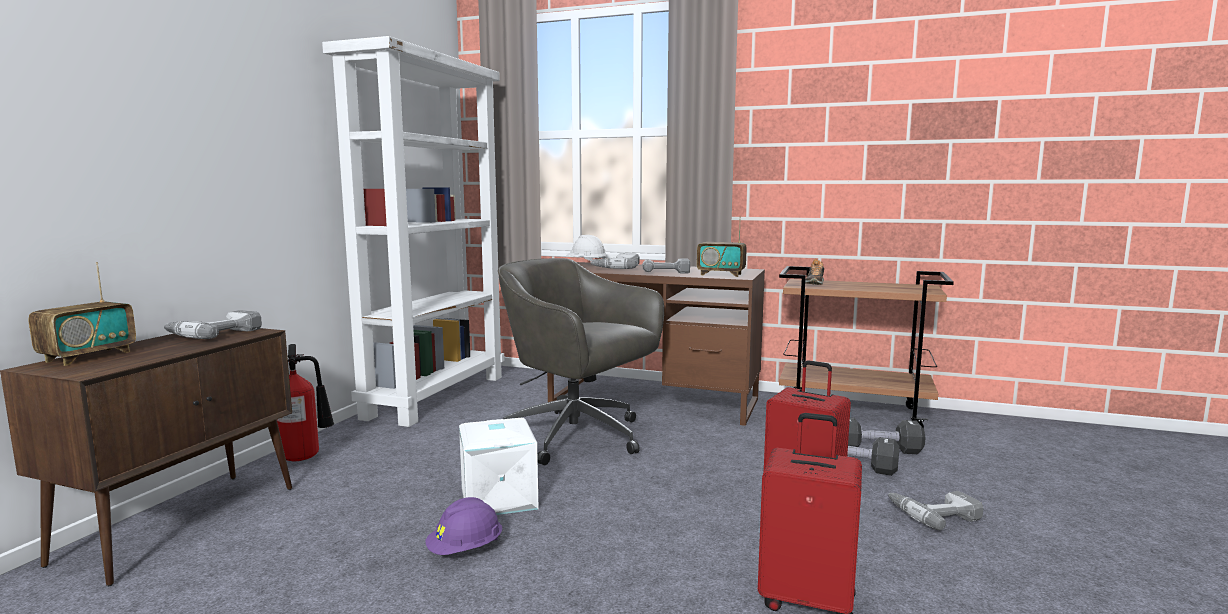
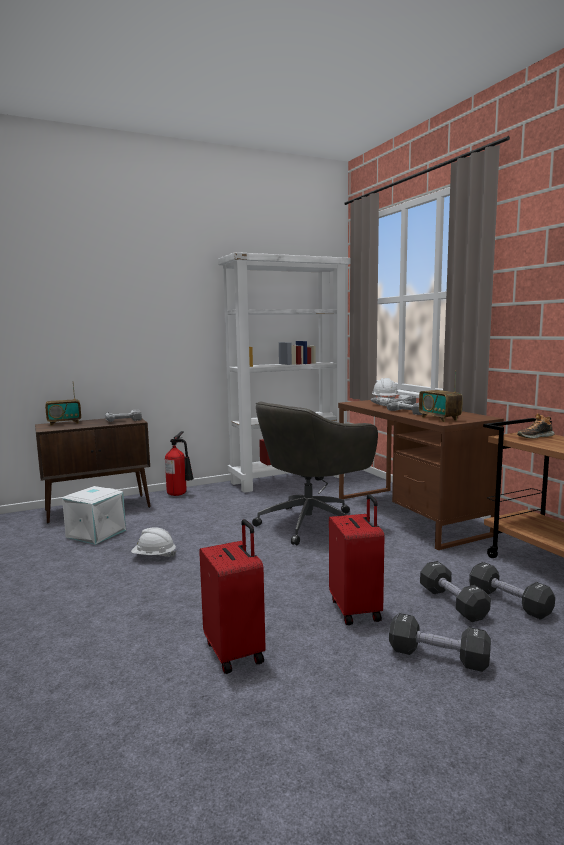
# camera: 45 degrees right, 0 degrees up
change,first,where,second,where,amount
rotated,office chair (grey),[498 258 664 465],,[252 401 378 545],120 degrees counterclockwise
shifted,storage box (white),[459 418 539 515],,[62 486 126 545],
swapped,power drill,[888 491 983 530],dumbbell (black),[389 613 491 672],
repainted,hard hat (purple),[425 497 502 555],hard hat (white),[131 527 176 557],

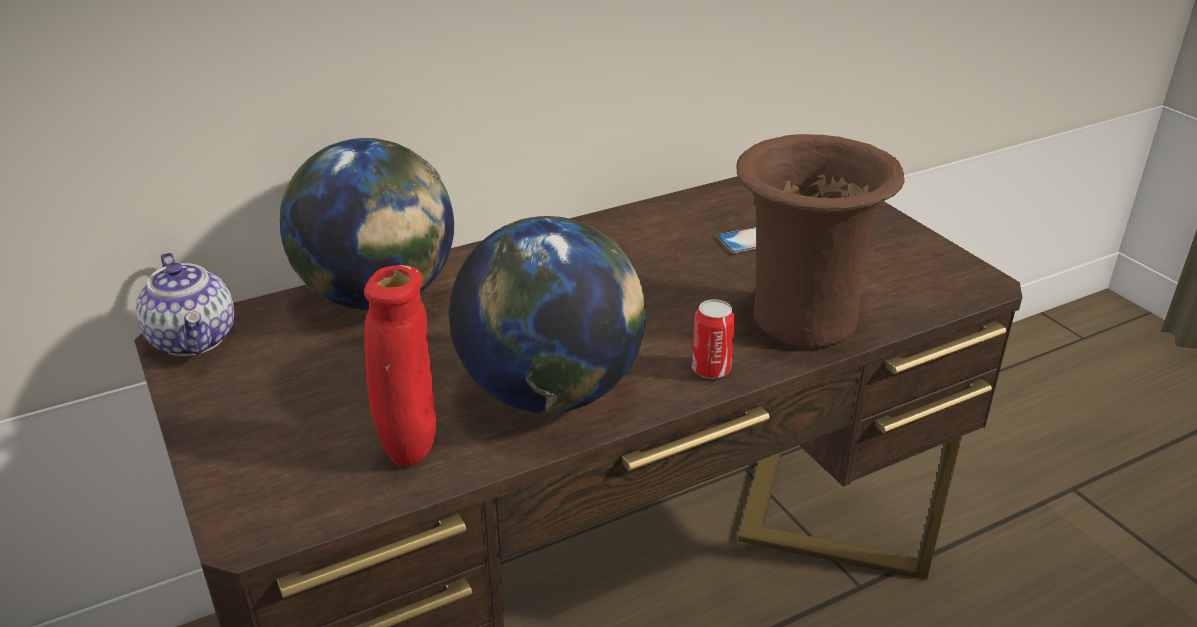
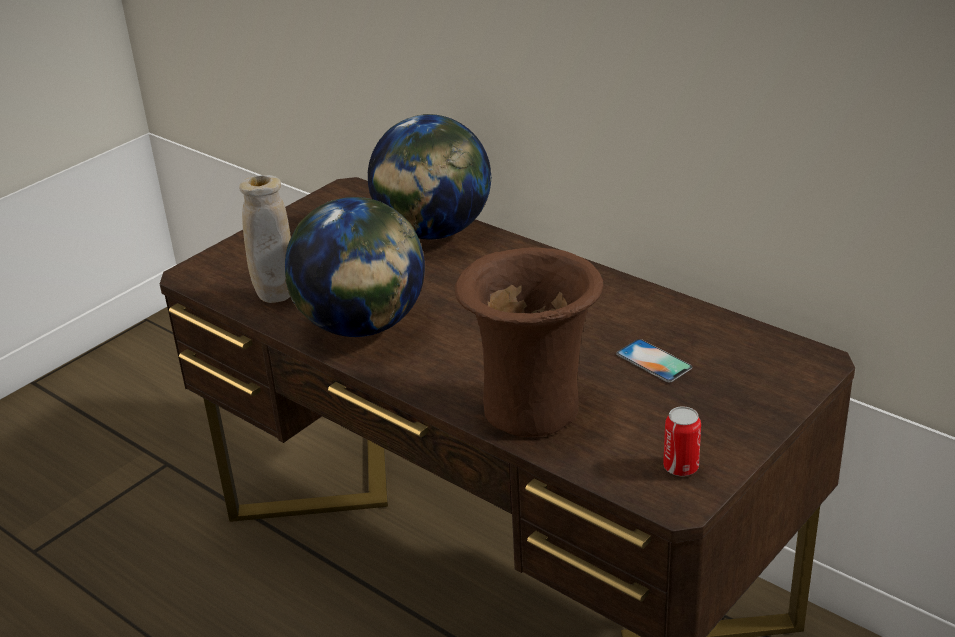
# camera: 70 degrees right, 0 degrees up
change,first,where,second,where,amount
gone,teapot,[136 252 235 356],,,
repainted,vase (red),[364 265 436 466],vase (beige),[239 175 291 303],
shifted,can,[692 299 735 379],,[663 406 701 476],

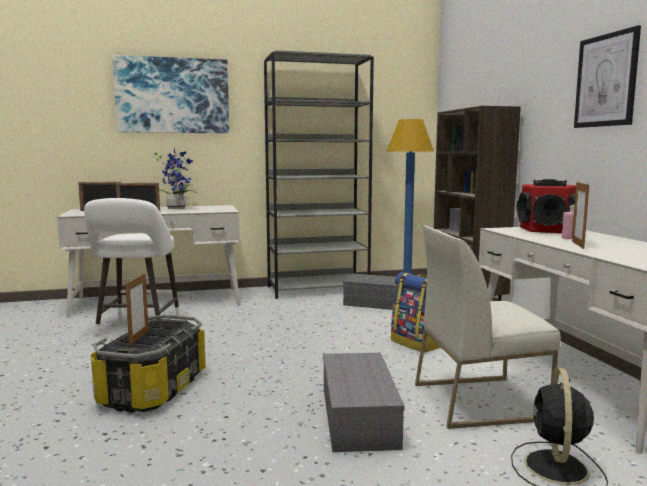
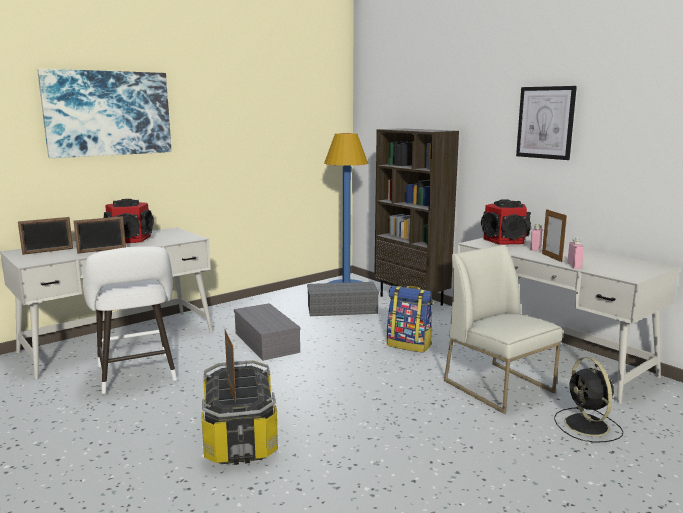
# camera: 25 degrees left, 5 degrees up
change,first,where,second,where,amount
gone,bookcase (grey),[264 50 374 299],,,
swapped,potted plant,[152 148 197 209],speaker,[104 199 154 243],
rotated,chair (white),[415 225 561 429],,[444 245 563 414],90 degrees clockwise
shifted,storage box (grey),[323 353 405 452],,[234 303 300 361],
new,,,bottle (pink),[567 238 584 269],

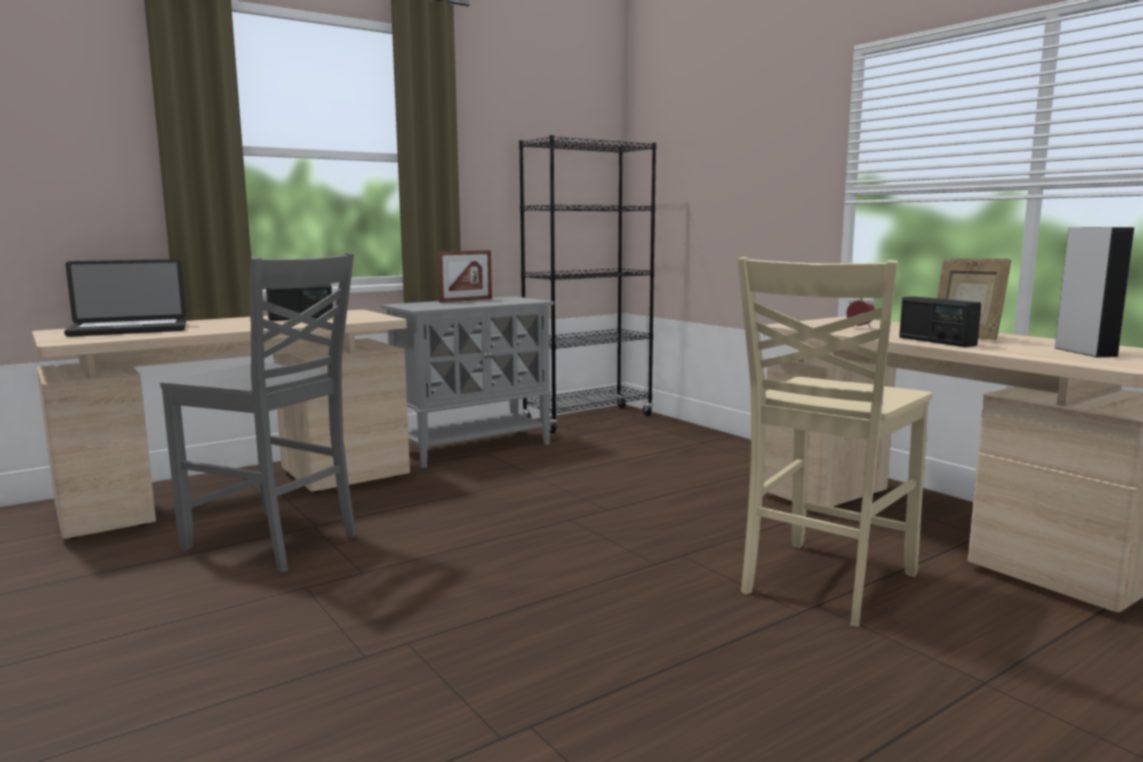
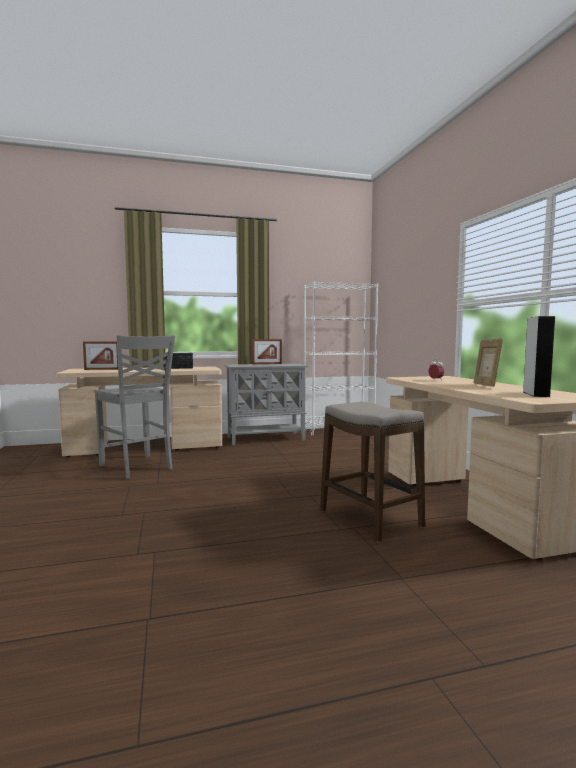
# camera: 20 degrees right, 5 degrees down
change,first,where,second,where,amount
repainted,bookcase (black),[519 135 656 433],bookcase (white),[304 281 378 436],
swapped,chair (beige),[737 257 932 627],stool,[320 402 425 542],
swapped,laptop,[64 259 186 337],picture frame,[83 342 118 370],
gone,radio,[899 296 981 347],,,

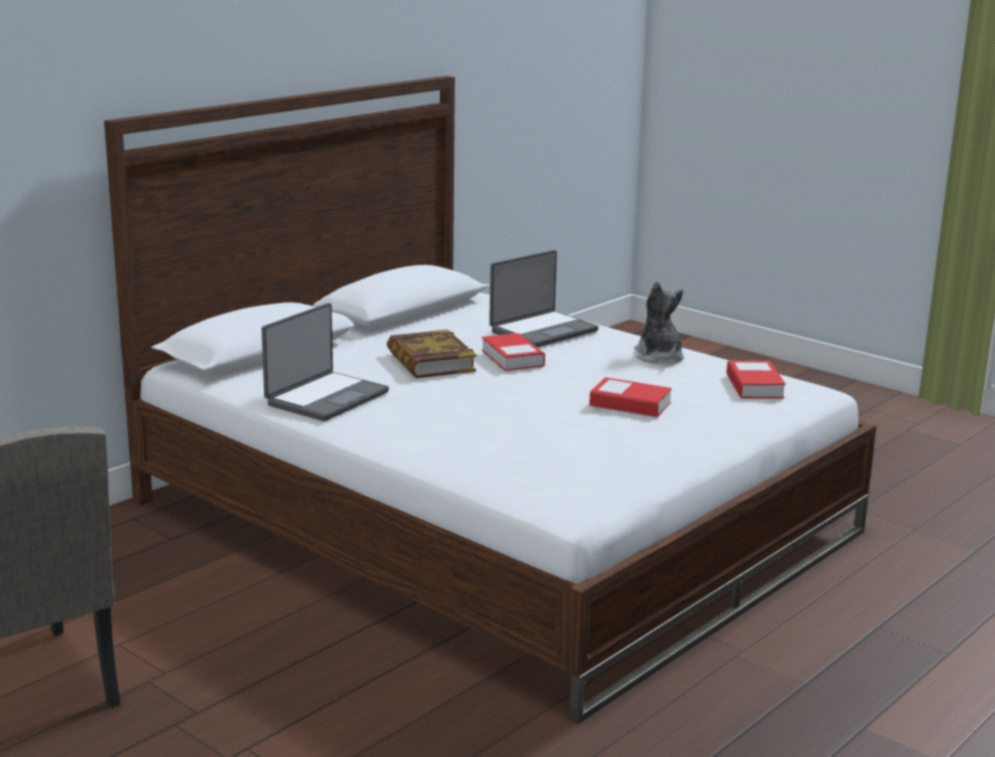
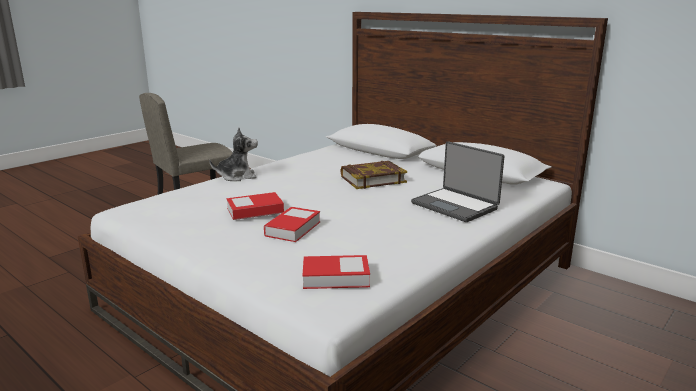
# camera: 90 degrees right, 0 degrees up
change,first,where,second,where,amount
shifted,plush toy,[634 281 684 363],,[209 128 258 181],
gone,laptop,[262 303 389 421],,,
shifted,book,[482 333 545 371],,[226 192 284 220],

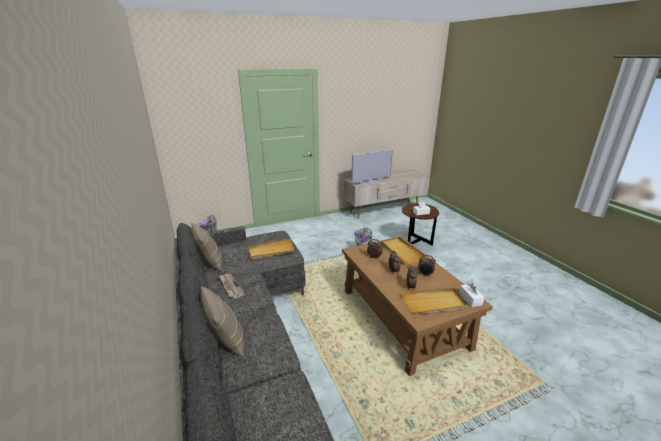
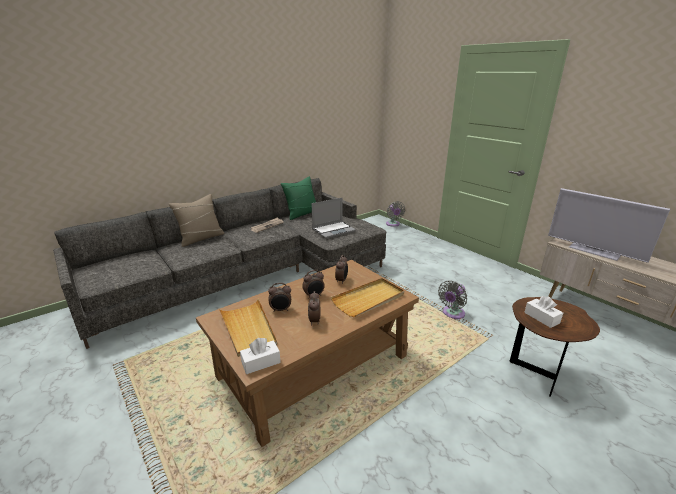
# camera: 75 degrees right, 0 degrees up
change,first,where,second,where,amount
repainted,pillow (beige),[191 222 222 272],pillow (green),[281 176 316 220],
swapped,tray (beige),[248 239 295 259],laptop,[312 198 356 239],

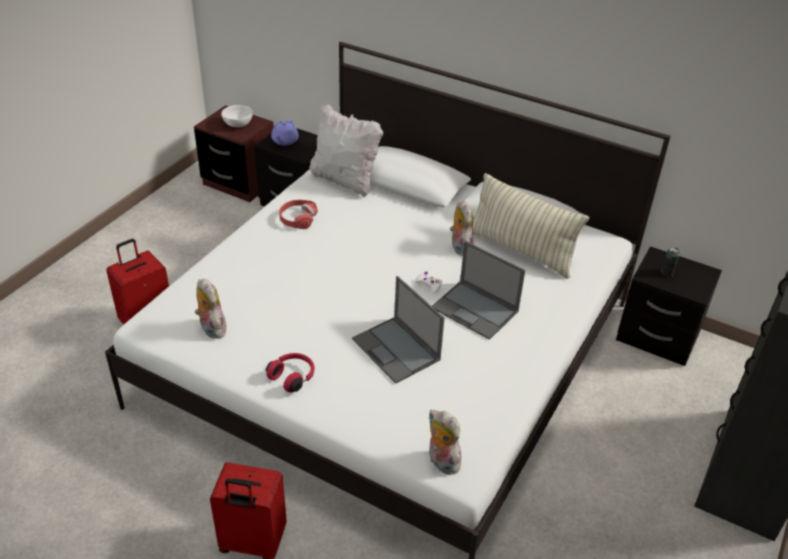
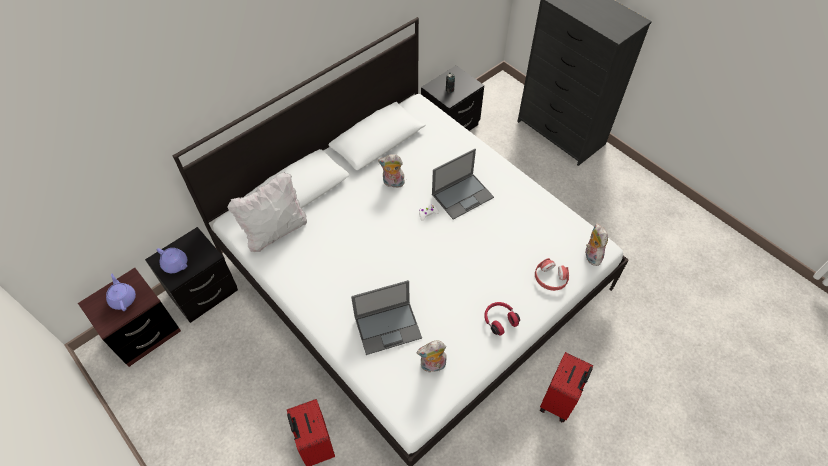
# camera: 70 degrees left, 15 degrees up
change,first,where,second,where,amount
swapped,bowl (white),[221 105 253 127],teapot (purple),[106 274 136 311],
gone,pillow,[473 173 589 279],,,
shifted,headphones (red),[279 200 318 229],,[535 258 569 291],
shifted,laptop,[352 276 444 383],,[351 280 422 355],
rotated,plush toy,[429 410 461 475],,[585 223 608 266],105 degrees clockwise

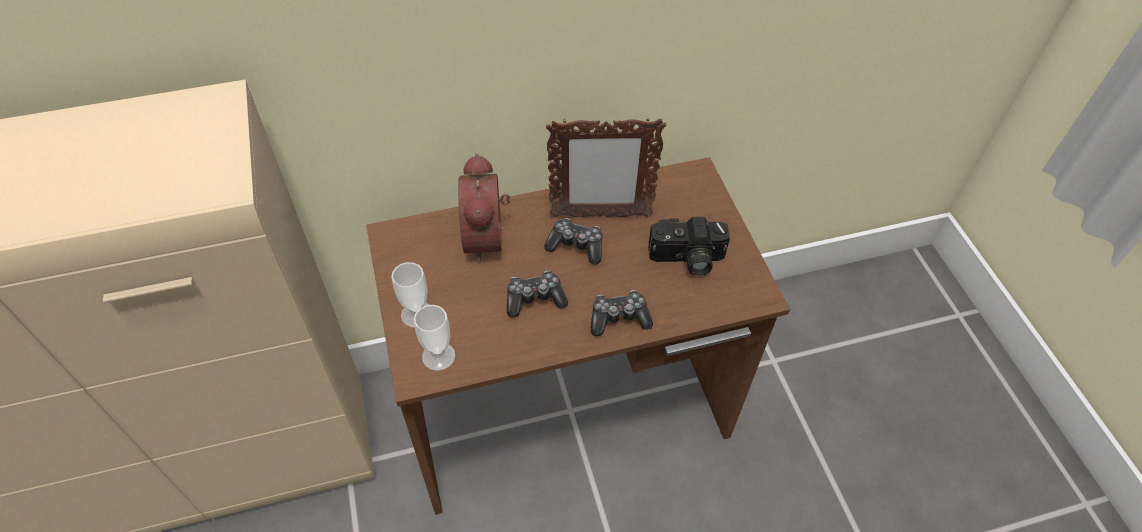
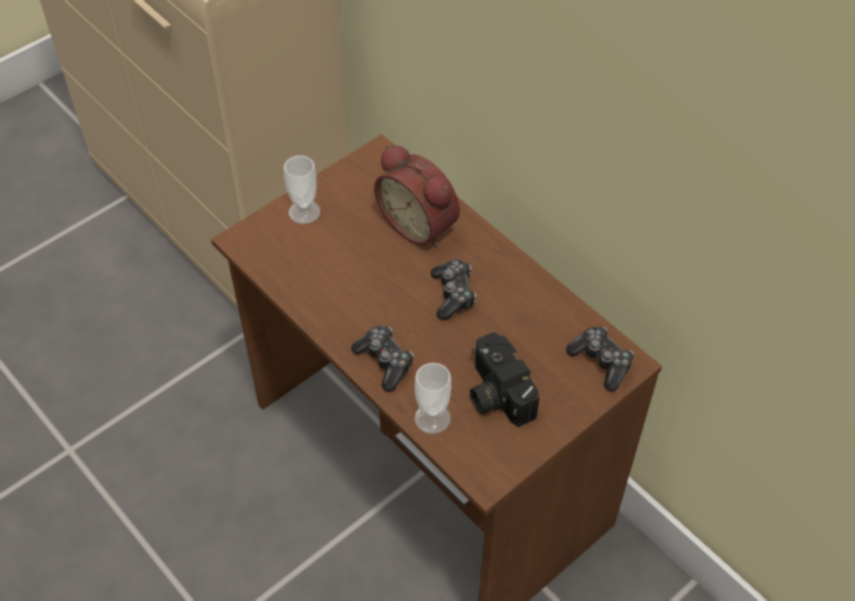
# camera: 65 degrees right, 0 degrees up
change,first,where,second,where,amount
gone,picture frame,[546 117 666 218],,,
rotated,alarm clock,[458 153 510 263],,[374 145 460 248],105 degrees counterclockwise
shifted,game controller,[507 271 568 318],,[566 326 634 391],
shifted,cup,[414 305 455 371],,[414 363 451 434],

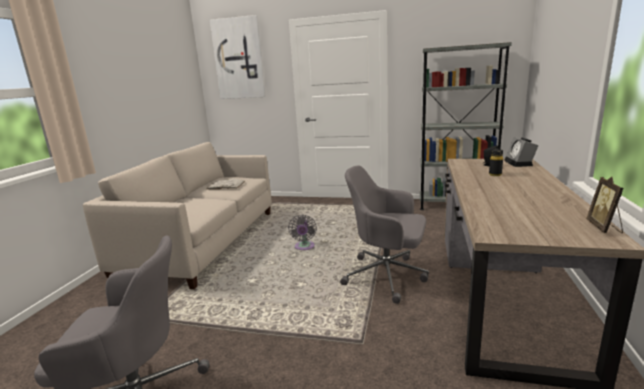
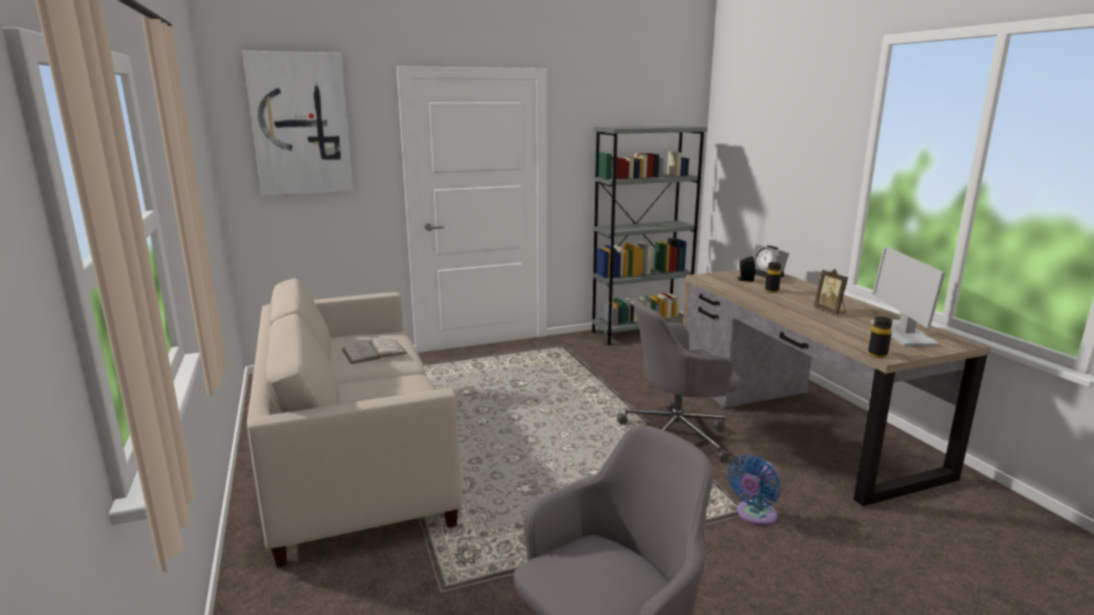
# camera: 35 degrees left, 0 degrees up
change,first,where,second,where,amount
shifted,picture frame,[586 177 623 233],,[814 269 848 315],
gone,fan (grey),[288 214 317 250],,,
new,,,monitor,[870 246 945 346],
new,,,bottle (black),[868 317 892 358],
new,,,fan (blue),[727 455 781 526],

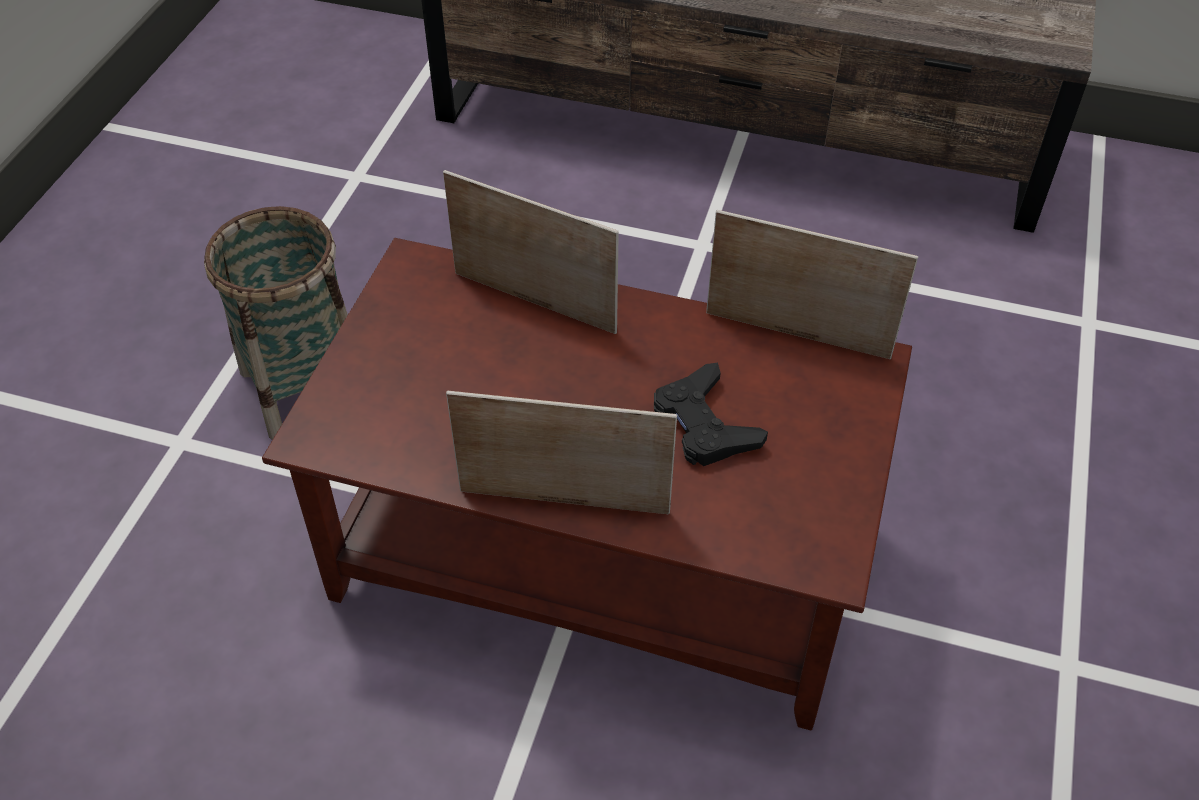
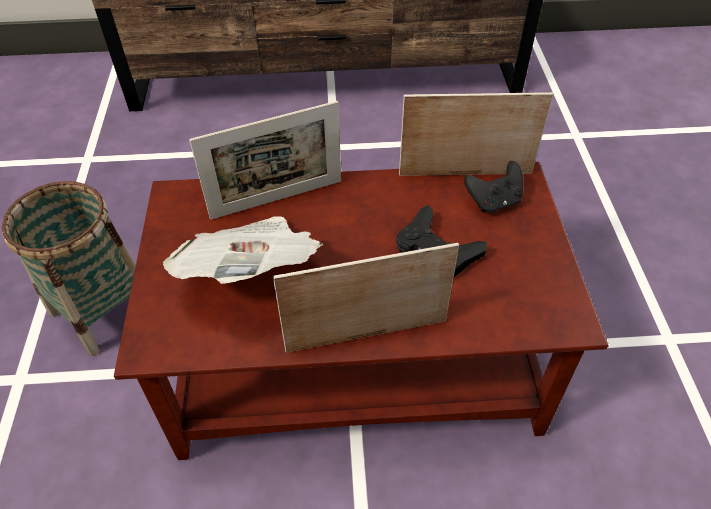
# camera: 20 degrees left, 0 degrees up
change,first,where,second,where,amount
rotated,picture frame,[443 170 619 334],,[189 101 341 220],150 degrees clockwise
new,,,game controller (black),[464 161 523 213],
new,,,newspaper,[163 216 323 284],

